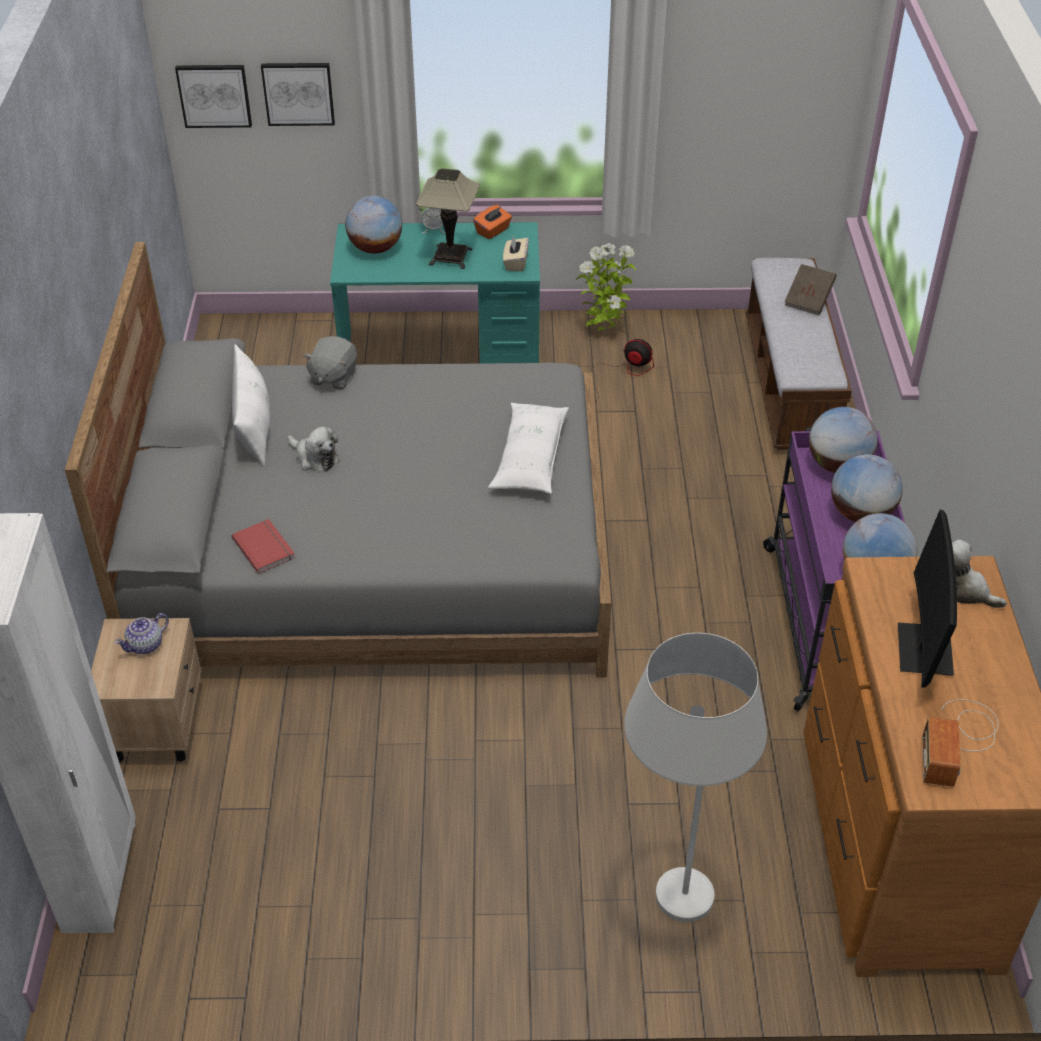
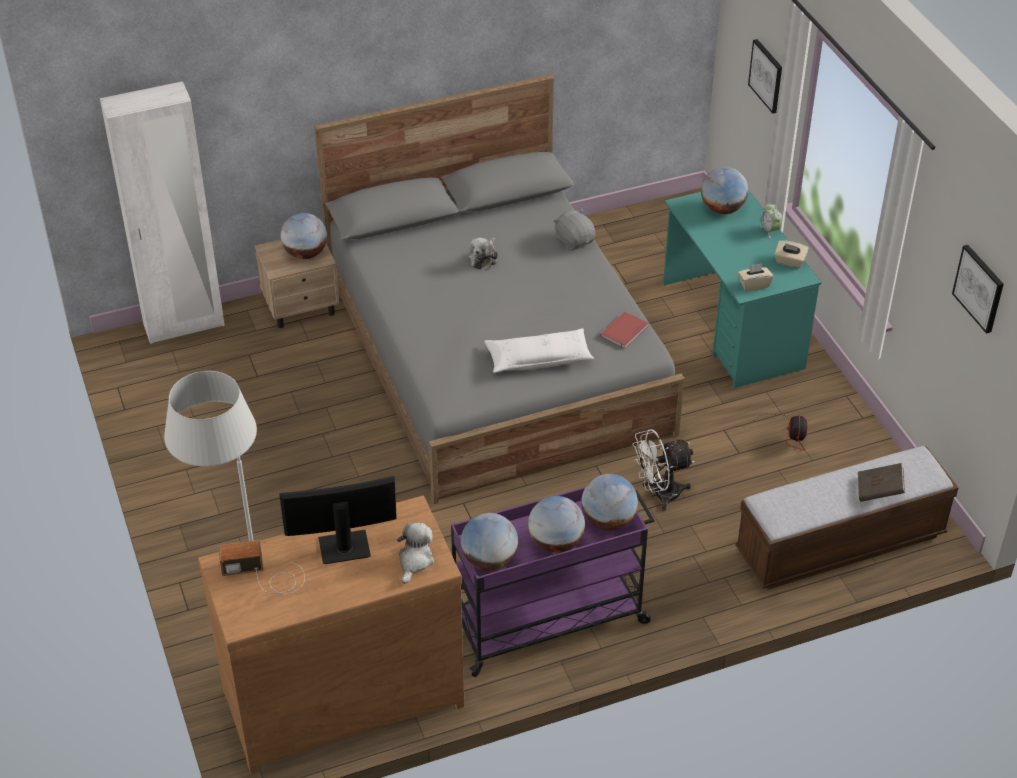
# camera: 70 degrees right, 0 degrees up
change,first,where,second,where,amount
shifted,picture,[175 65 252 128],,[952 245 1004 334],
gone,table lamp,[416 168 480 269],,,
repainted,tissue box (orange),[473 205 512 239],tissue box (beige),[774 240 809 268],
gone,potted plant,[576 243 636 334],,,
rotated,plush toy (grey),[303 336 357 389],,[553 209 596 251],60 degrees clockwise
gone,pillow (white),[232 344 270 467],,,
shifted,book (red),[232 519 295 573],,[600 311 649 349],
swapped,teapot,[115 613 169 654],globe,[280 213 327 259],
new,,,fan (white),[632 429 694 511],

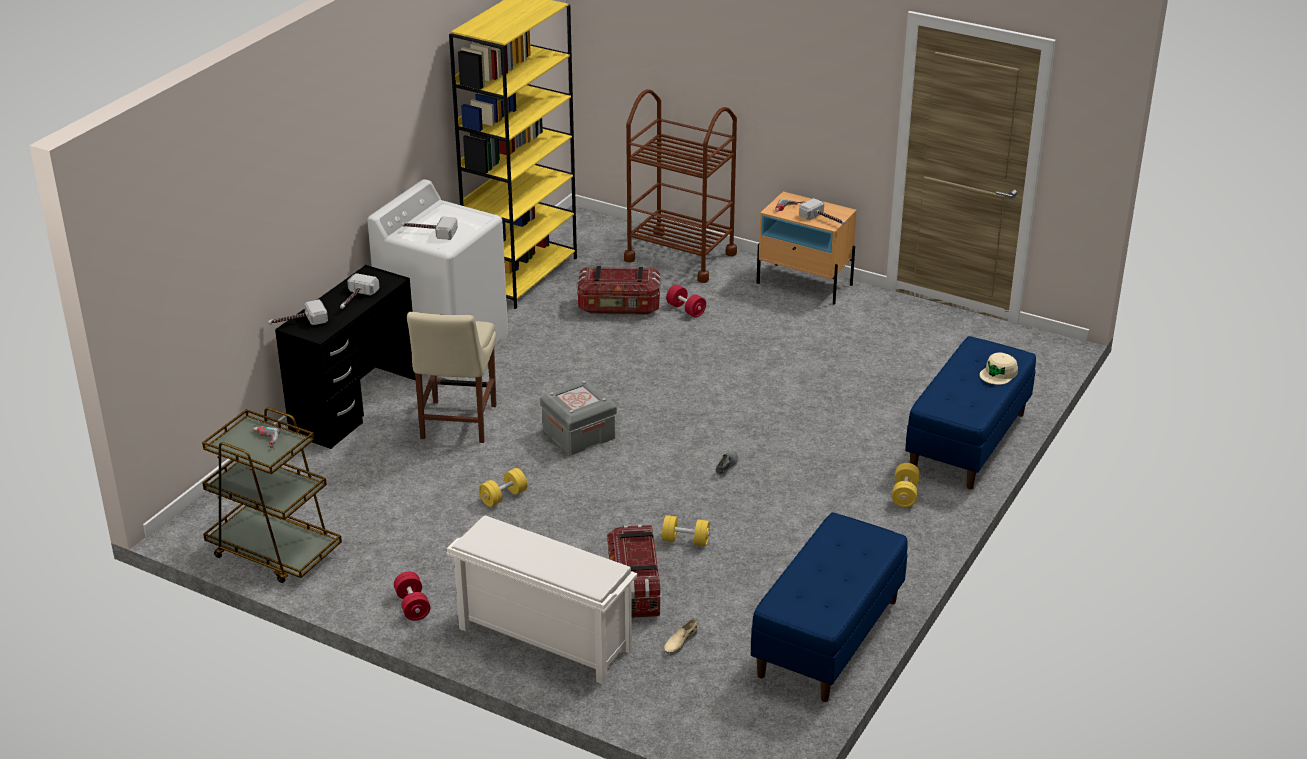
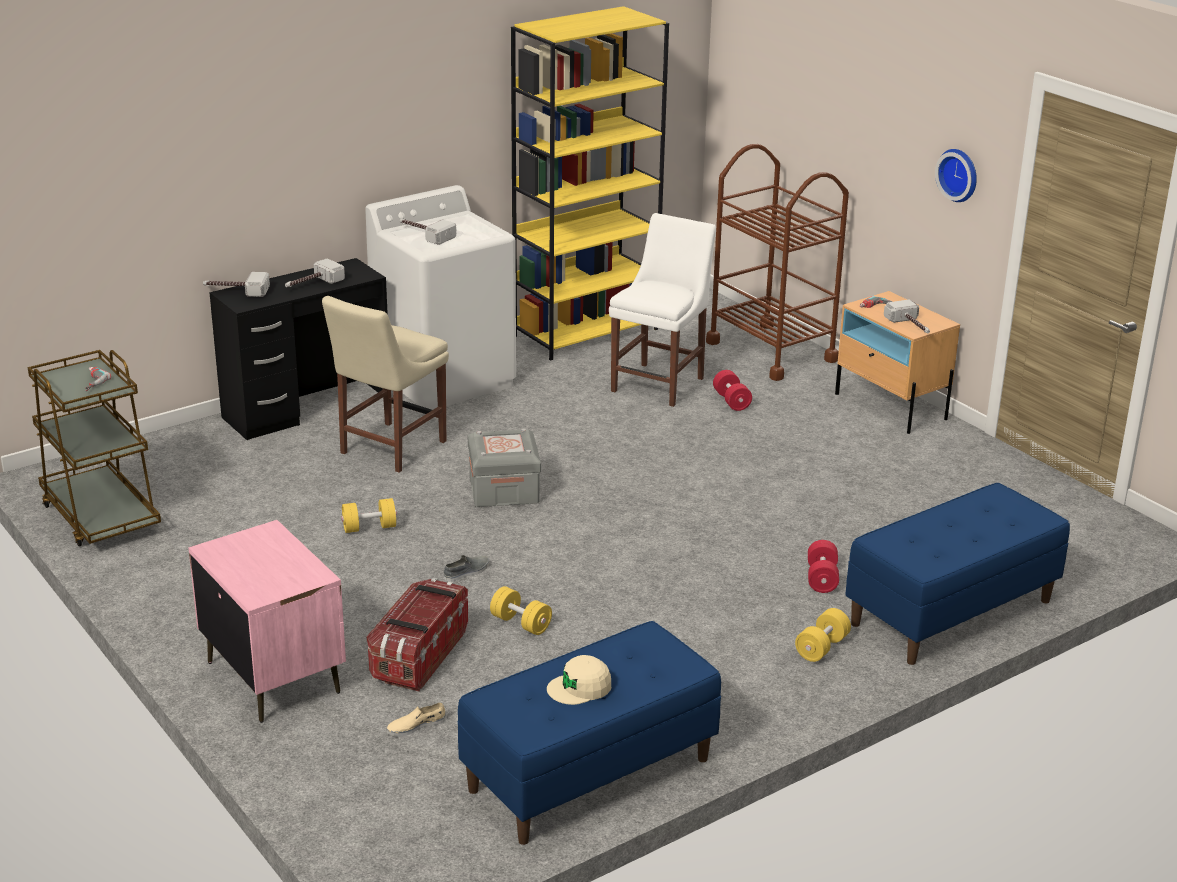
# camera: 25 degrees right, 5 degrees down
change,first,where,second,where,amount
swapped,storage box,[577 266 661 315],chair (white),[609 213 716 407],
shifted,cap (beige),[980 352 1018 385],,[547 655 611 705],
shifted,shoe (grey),[716 451 738 478],,[444 555 489 582],
swapped,shoe rack (white),[447 515 637 684],nightstand (pink),[188 520 346 723],
shifted,dumbbell (red),[394 571 430 621],,[808 540 839 593],
new,,,wall clock,[935 149 977 202],

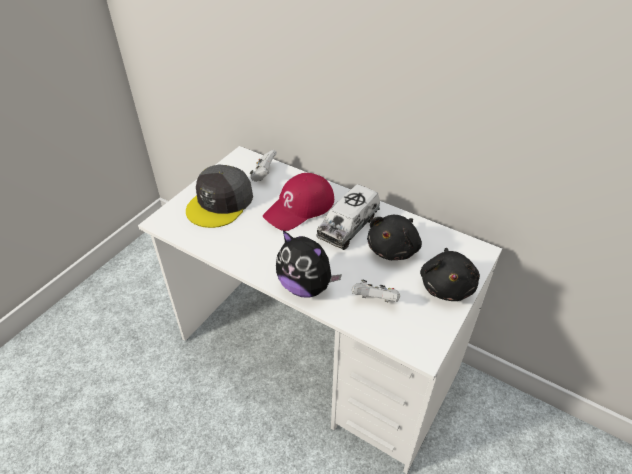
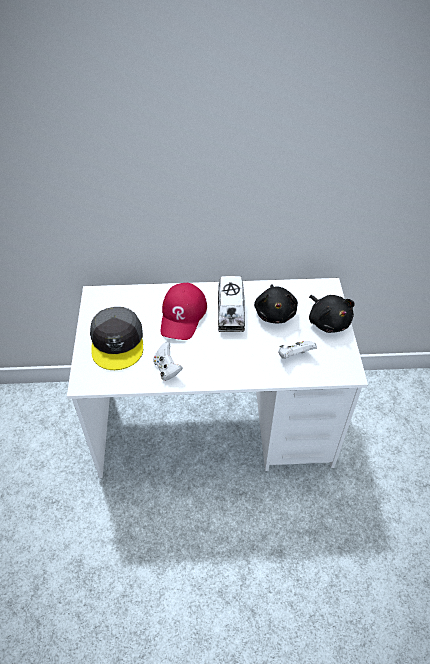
# camera: 35 degrees left, 5 degrees up
change,first,where,second,where,amount
shifted,game controller (white),[250 150 277 182],,[153 342 183 381],
gone,plush toy,[276 230 342 298],,,

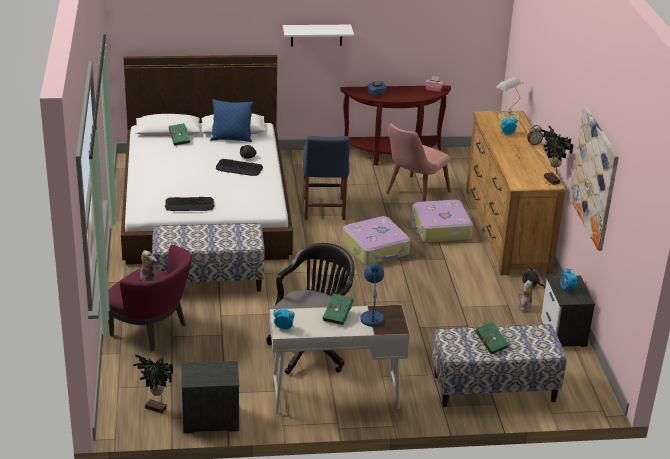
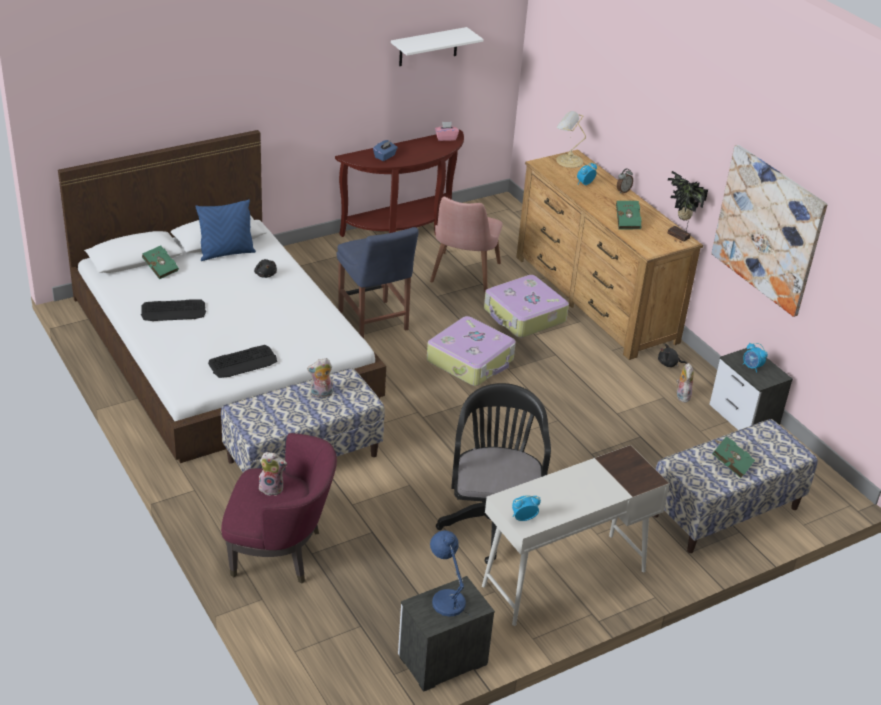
# camera: 25 degrees left, 5 degrees up
change,first,where,second,where,amount
shifted,shelf (white),[283 25 354 46],,[391 27 484 66],
shifted,keyboard,[216 159 263 176],,[141 299 206 321],
shifted,table lamp (blue),[360 263 384 331],,[430 530 473 618],
shifted,book (green),[323 294 354 325],,[616 200 642 230],
gone,potted plant,[133 355 173 413],,,
new,,,plush toy,[307 358 333 399],

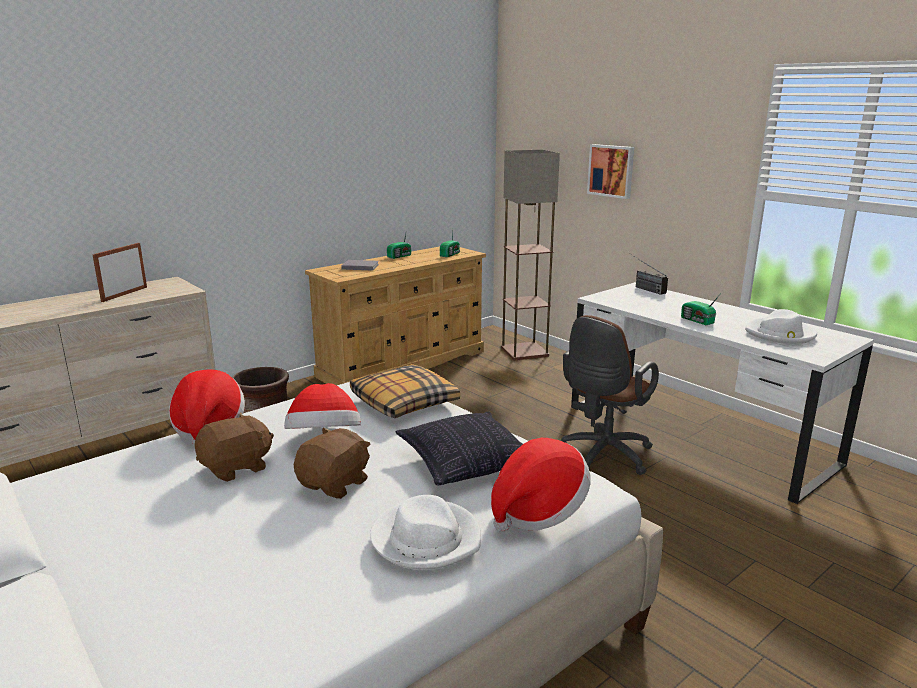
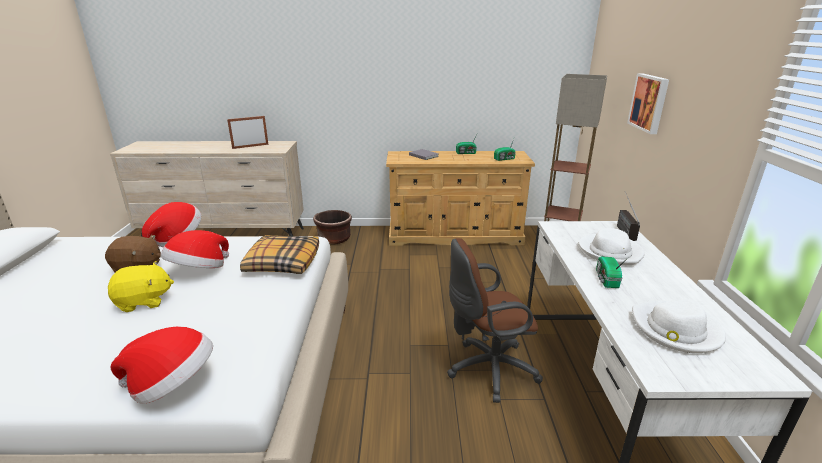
# camera: 40 degrees right, 5 degrees up
change,first,where,second,where,amount
gone,pillow,[396 412 523 485],,,
repainted,plush toy (brown),[293 428 371 499],plush toy (yellow),[108 261 174 312],
shifted,hat (white),[370 495 481 570],,[579 228 645 265],

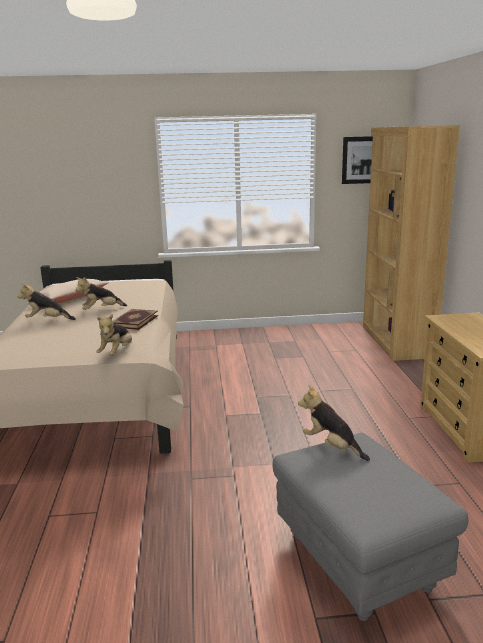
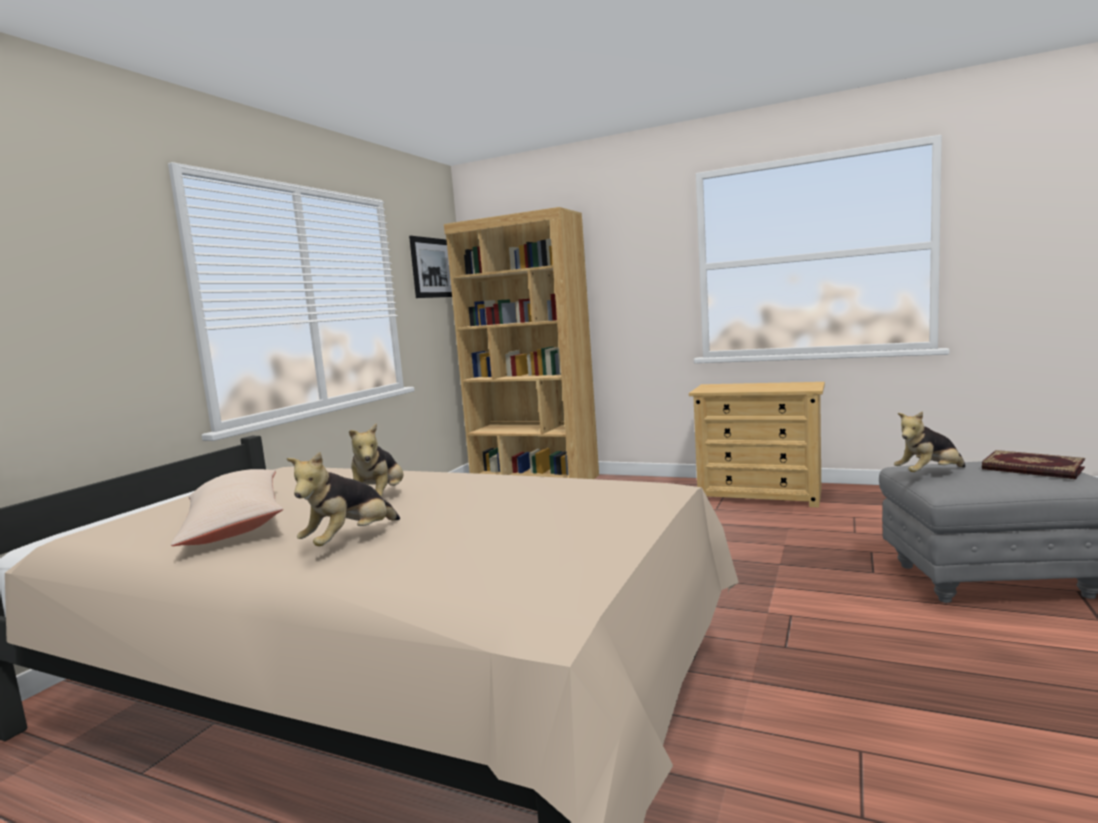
# camera: 60 degrees left, 10 degrees down
change,first,where,second,where,amount
shifted,book,[113 309 158 330],,[982 450 1085 479],
gone,plush toy,[96 314 132 356],,,

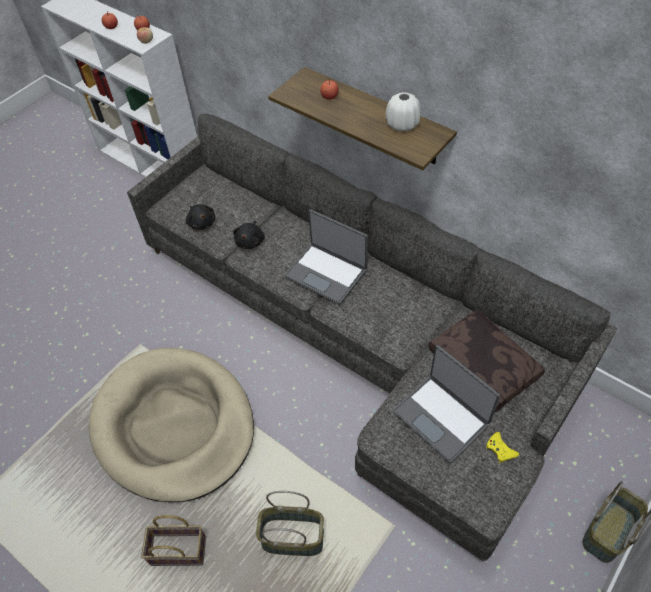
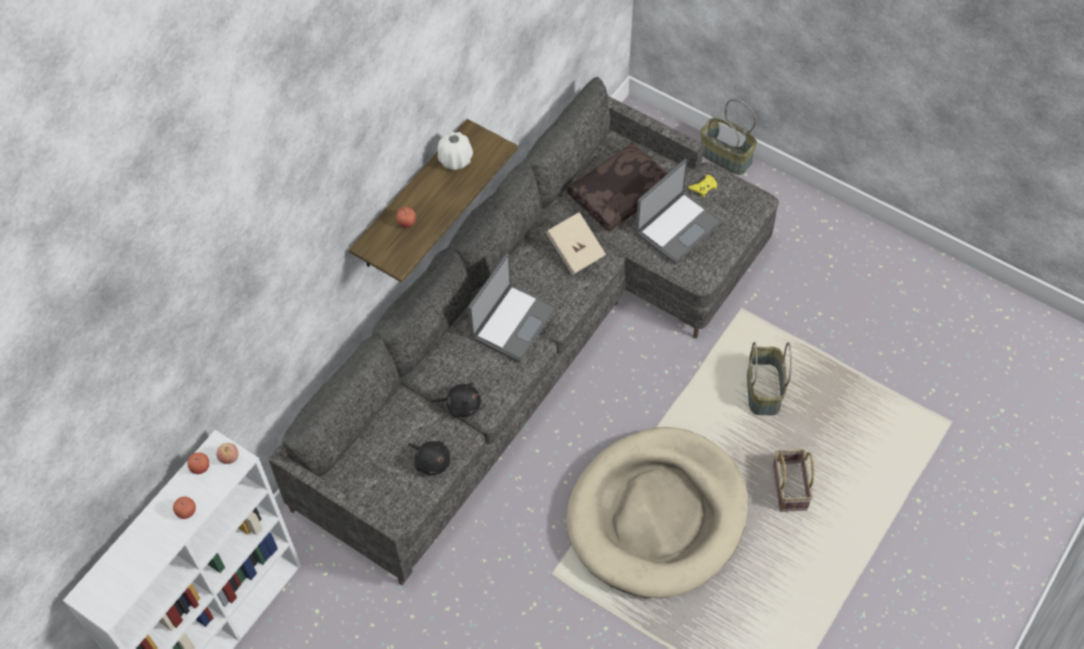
# camera: 95 degrees left, 5 degrees up
change,first,where,second,where,amount
rotated,plush toy (black),[186 204 215 230],,[409 441 450 476],75 degrees clockwise
new,,,book (beige),[546 212 606 275],

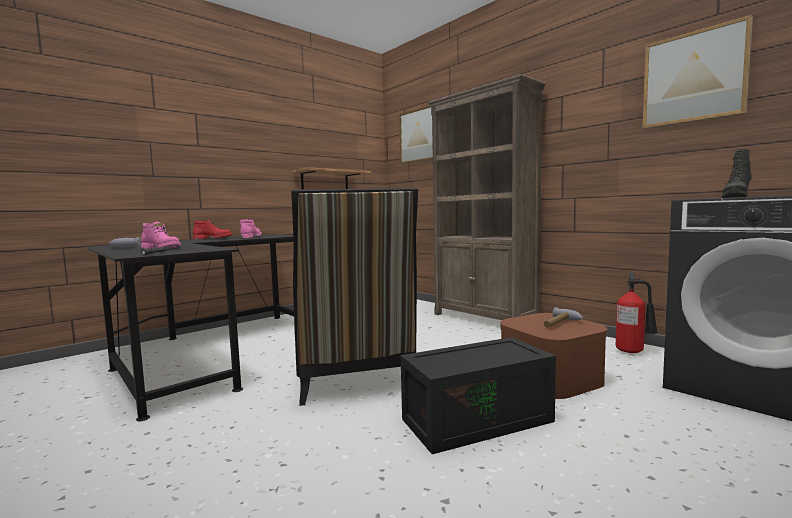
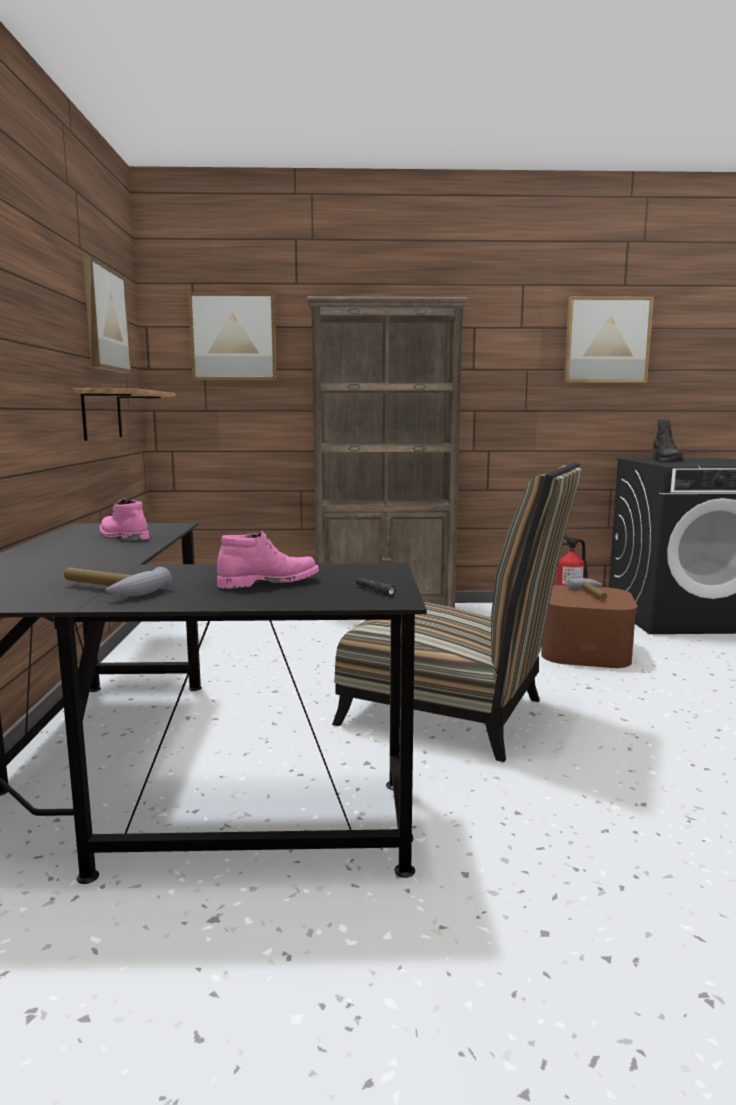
# camera: 50 degrees left, 5 degrees up
change,first,where,second,where,amount
gone,boot (red),[193 220 232 239],,,
gone,storage box (black),[400 337 556 454],,,
new,,,picture,[83 256 132 373],

